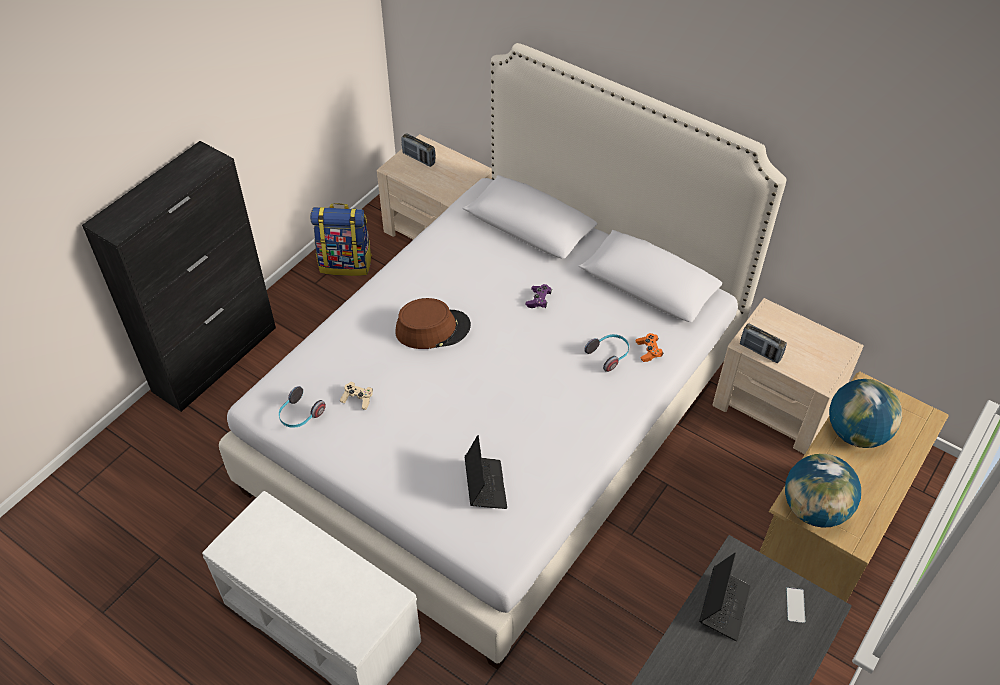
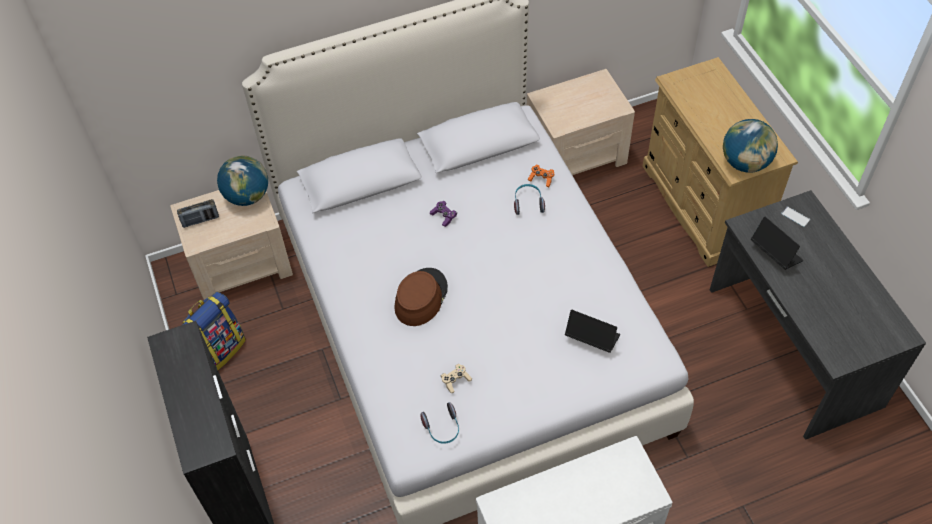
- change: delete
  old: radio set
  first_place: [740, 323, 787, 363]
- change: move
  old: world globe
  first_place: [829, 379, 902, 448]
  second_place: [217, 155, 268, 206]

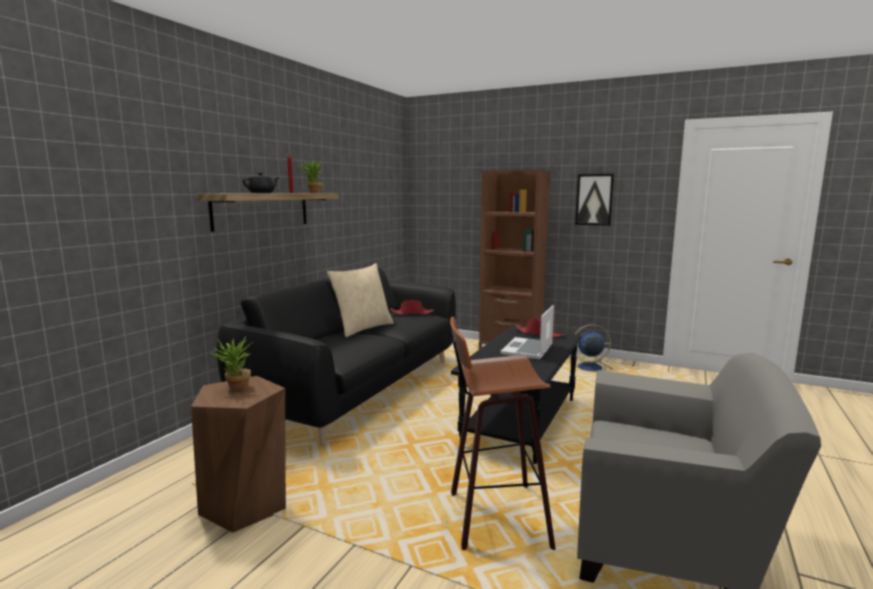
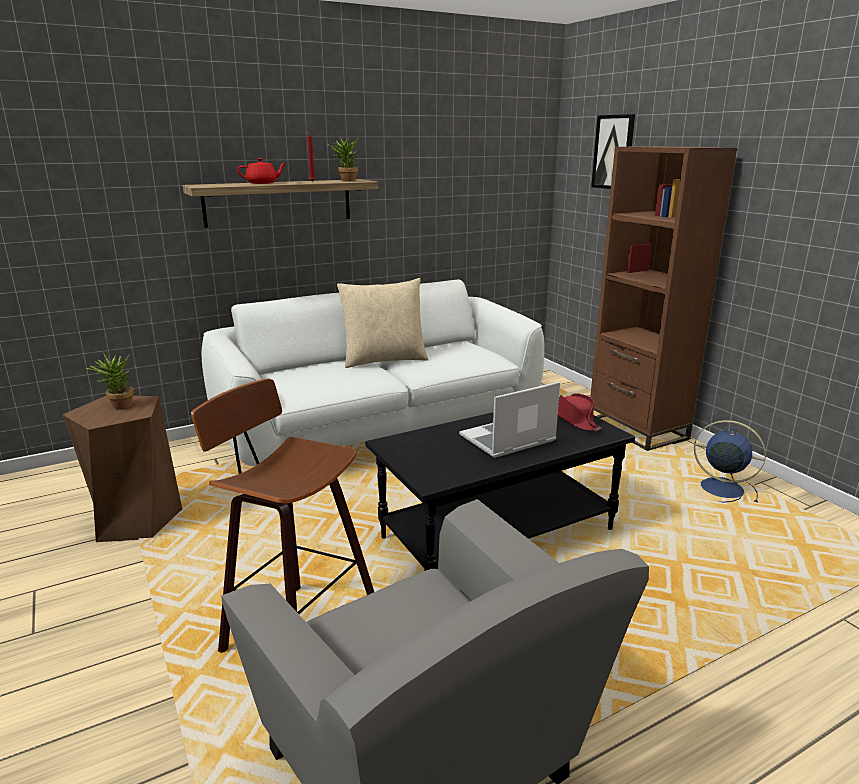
- change: recolor
  old: couch in blackish
  new: couch in white
  first_place: [217, 267, 456, 446]
  second_place: [202, 280, 544, 466]
- change: recolor
  old: tea pot in blackish
  new: tea pot in red-coloured
  first_place: [243, 172, 280, 193]
  second_place: [237, 158, 287, 184]
- change: delete
  old: hat in red-coloured
  first_place: [390, 300, 434, 315]
- change: move
  old: wall art
  first_place: [575, 174, 614, 226]
  second_place: [591, 114, 635, 189]

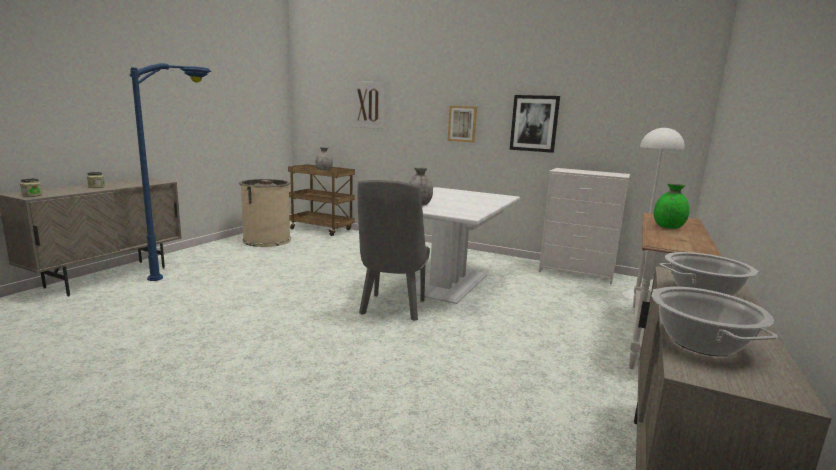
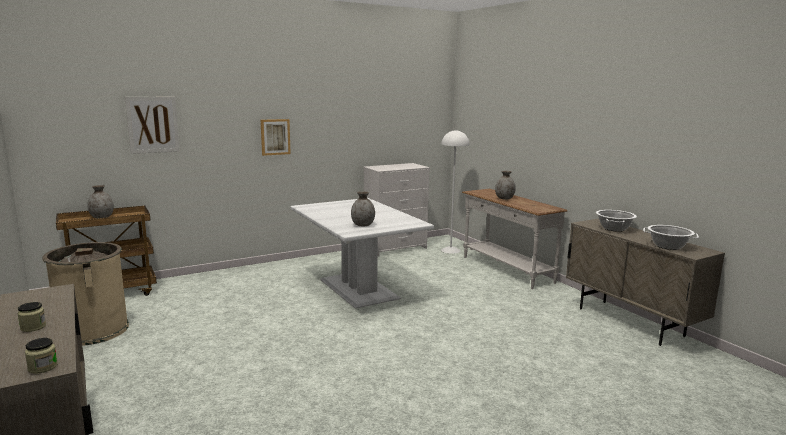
- change: delete
  old: standing lamp in blue
  first_place: [130, 63, 211, 281]
- change: delete
  old: chair in grey
  first_place: [358, 180, 430, 321]
- change: delete
  old: wall art
  first_place: [510, 95, 560, 153]
- change: recolor
  old: vase in greenish
  new: vase in grey
  first_place: [654, 183, 690, 229]
  second_place: [495, 171, 516, 200]

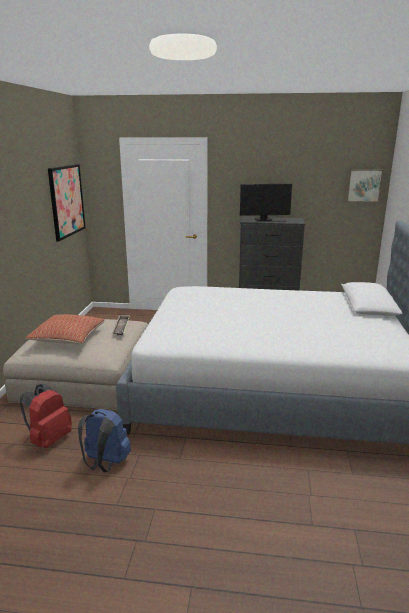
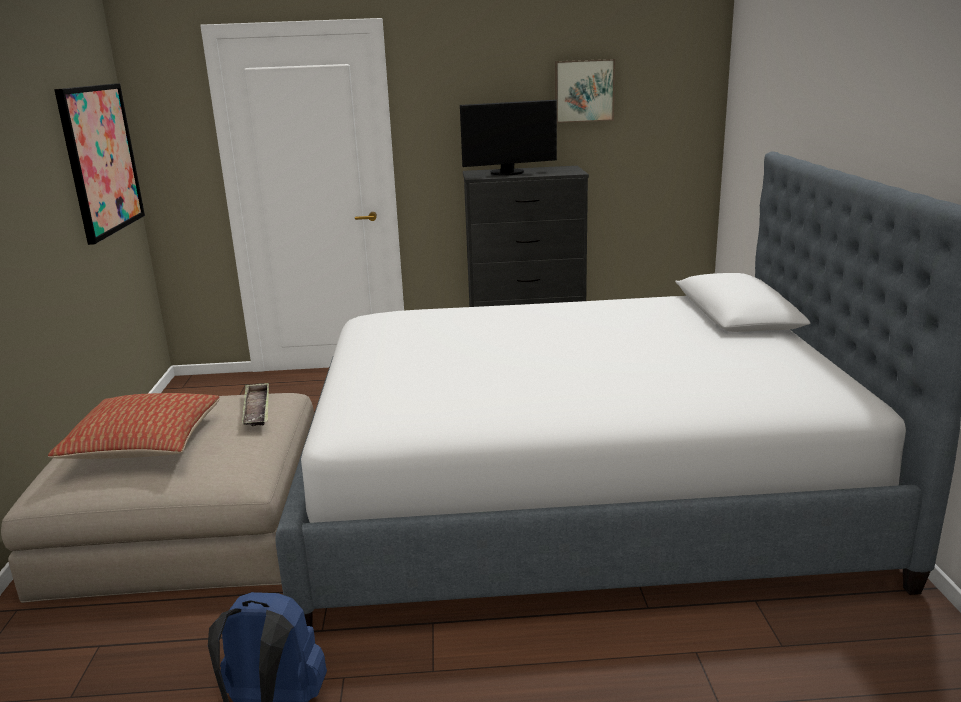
- change: delete
  old: rucksack in red-coloured
  first_place: [20, 384, 72, 448]
- change: move
  old: wall art
  first_place: [346, 169, 383, 202]
  second_place: [555, 59, 615, 123]

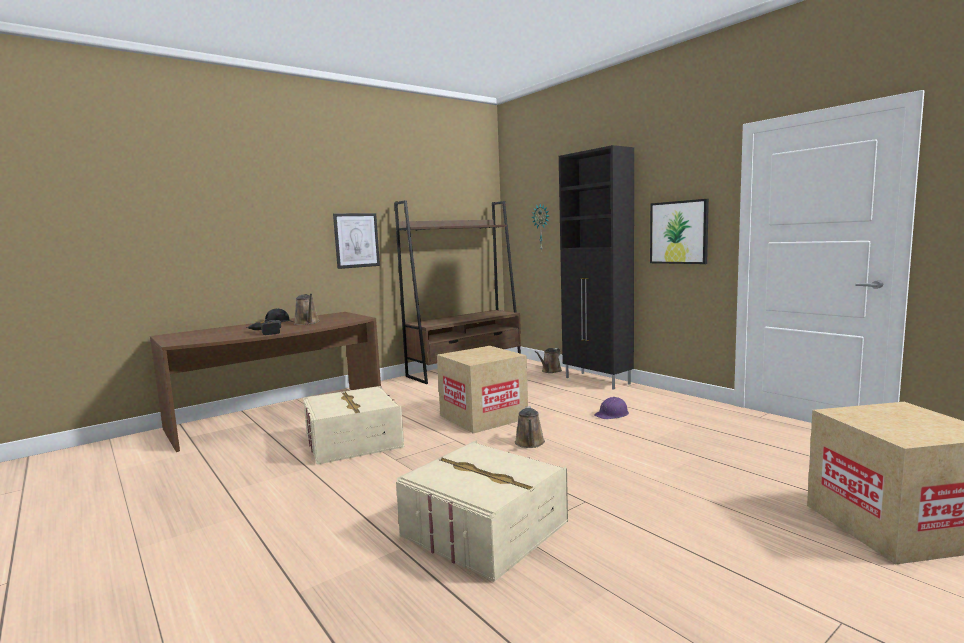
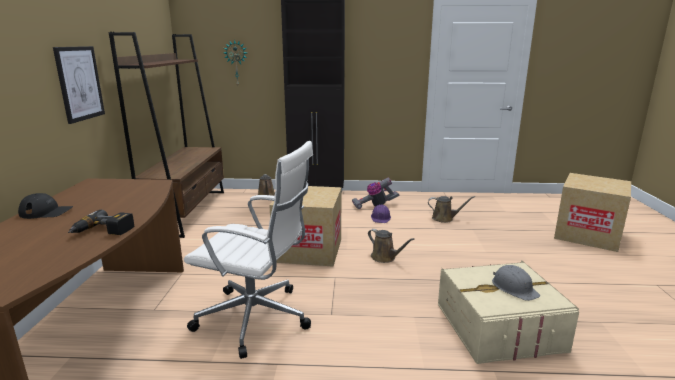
- change: move
  old: sprinkling can in brown
  first_place: [294, 294, 319, 325]
  second_place: [428, 196, 475, 223]
- change: replace
  old: storage bin in beige-coloured
  new: office chair in white
  first_place: [303, 386, 404, 464]
  second_place: [184, 141, 313, 359]
- change: delete
  old: wall art
  first_place: [650, 199, 709, 264]
- change: insert
  new: vacuum cleaner
  second_place: [352, 178, 399, 209]
- change: insert
  new: hard hat in grey
  second_place: [492, 265, 540, 301]

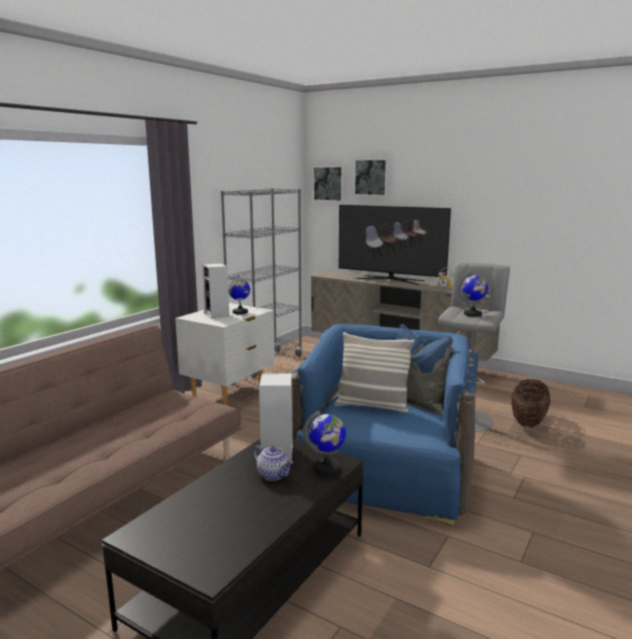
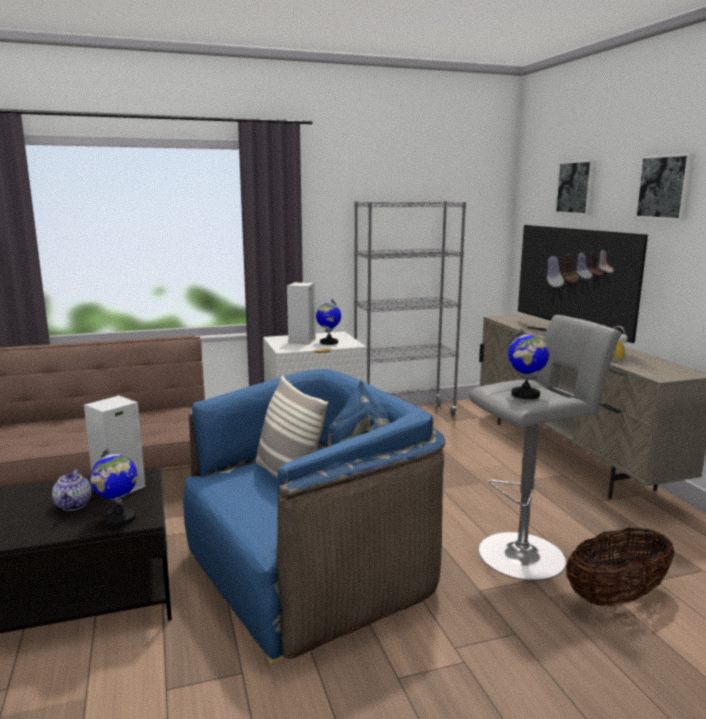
- change: move
  old: wall art
  first_place: [313, 166, 344, 202]
  second_place: [635, 153, 695, 220]

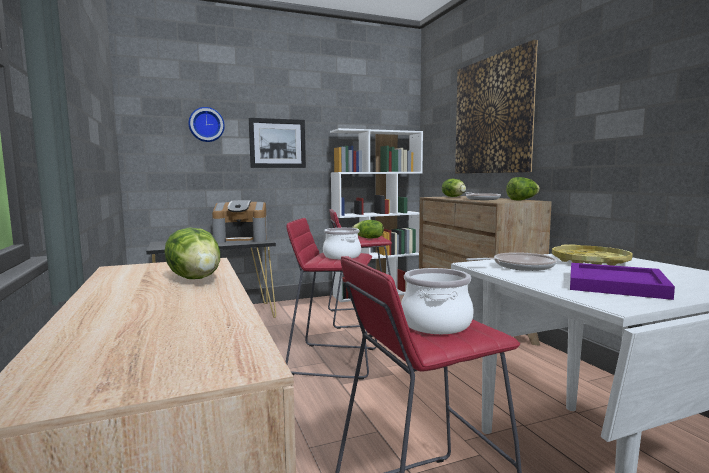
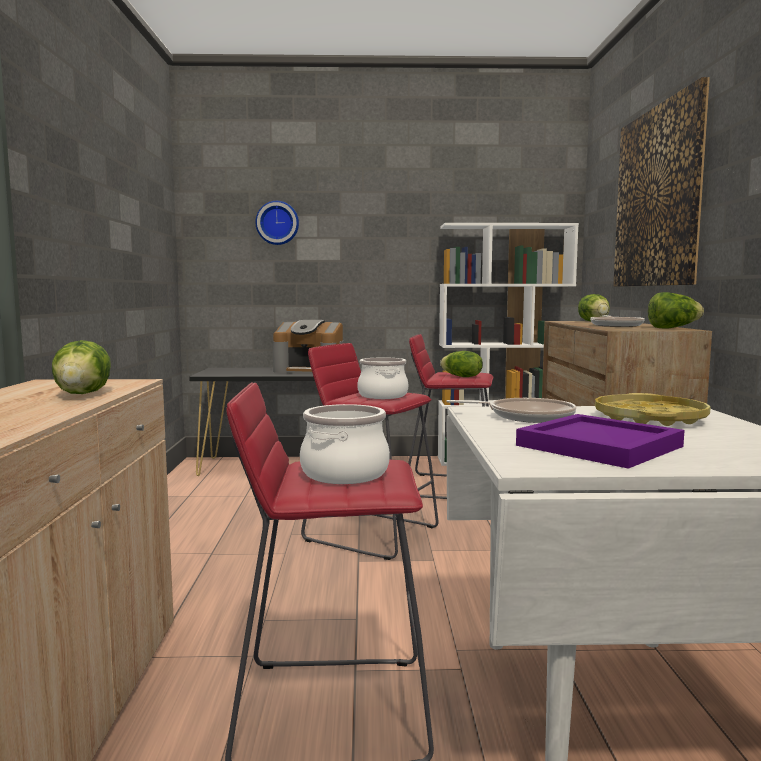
- change: delete
  old: wall art
  first_place: [249, 118, 306, 168]

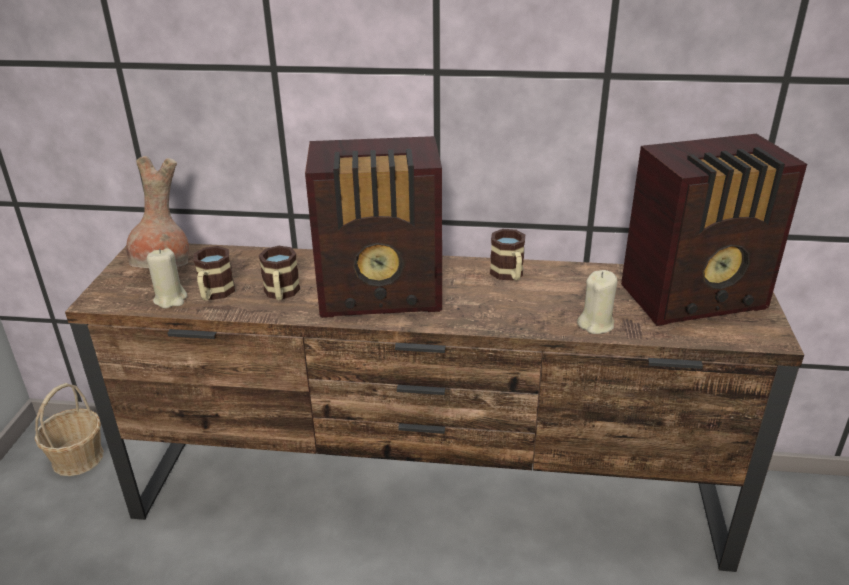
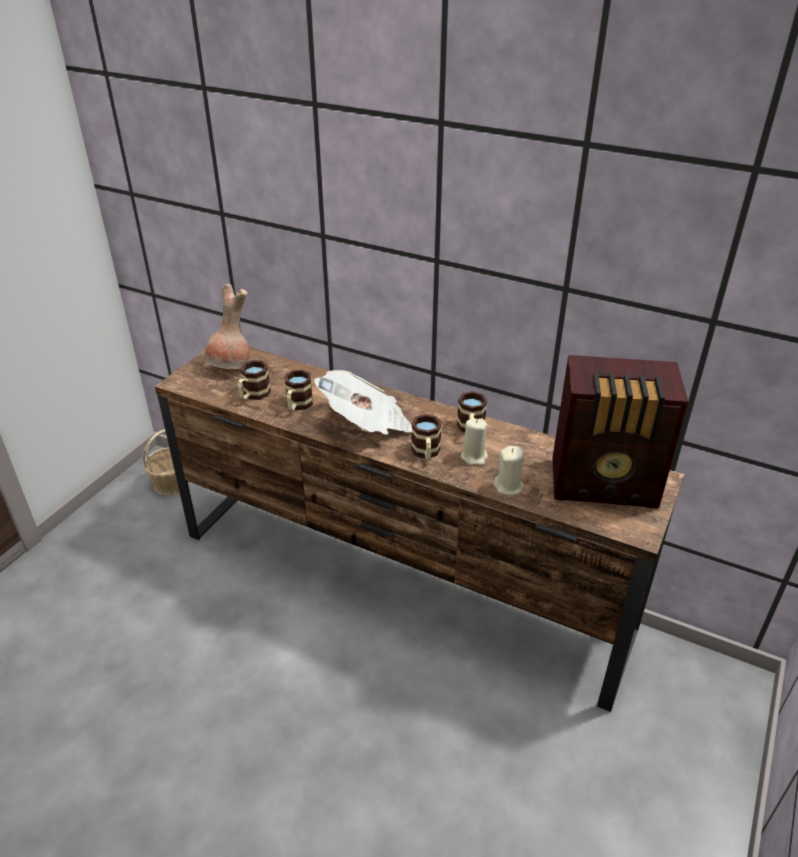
- change: move
  old: wax candle in beige-coloured
  first_place: [147, 248, 187, 308]
  second_place: [461, 418, 488, 465]
- change: replace
  old: radio set
  new: printed paper
  first_place: [305, 136, 442, 318]
  second_place: [314, 370, 412, 435]
- change: insert
  new: coffee mug
  second_place: [411, 414, 442, 461]

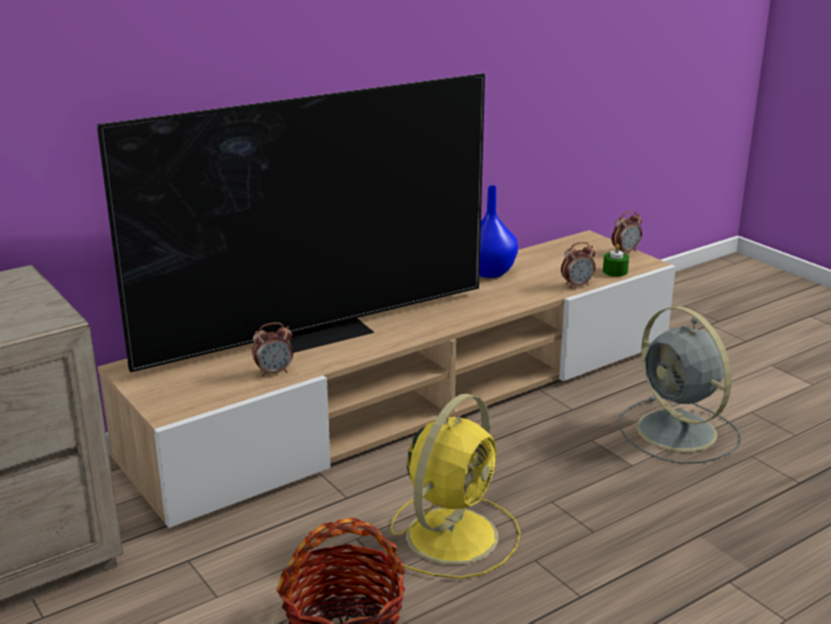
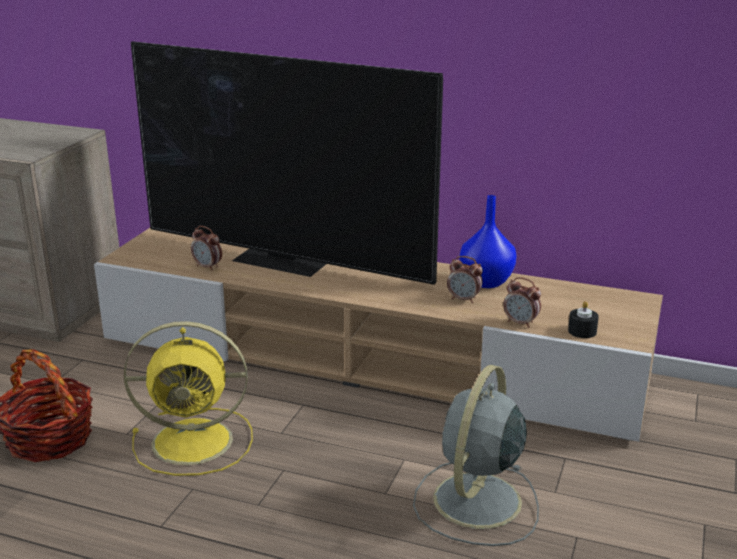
- change: recolor
  old: wax candle in greenish
  new: wax candle in blackish
  first_place: [603, 244, 629, 277]
  second_place: [568, 301, 599, 338]
- change: move
  old: bedside clock
  first_place: [612, 211, 642, 252]
  second_place: [447, 256, 483, 303]

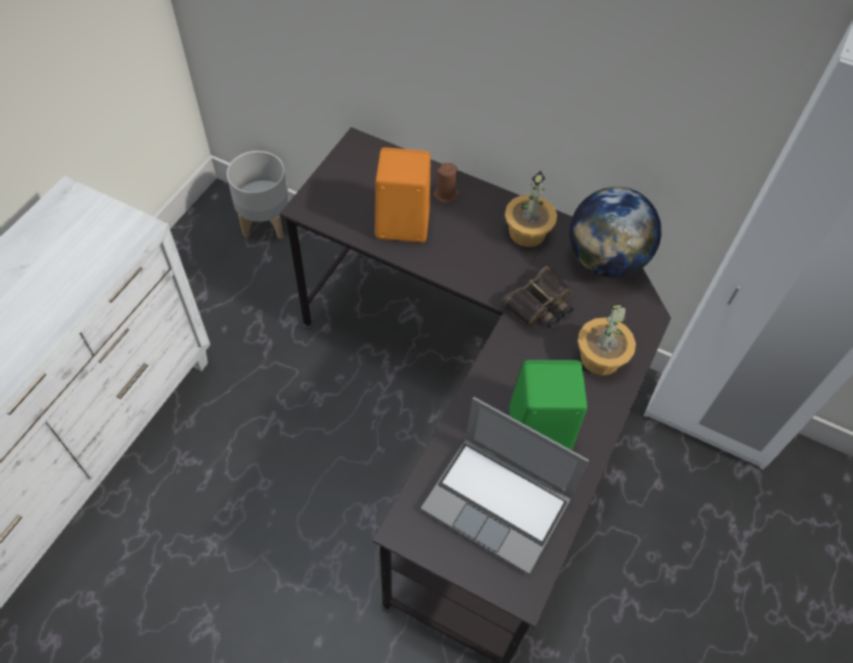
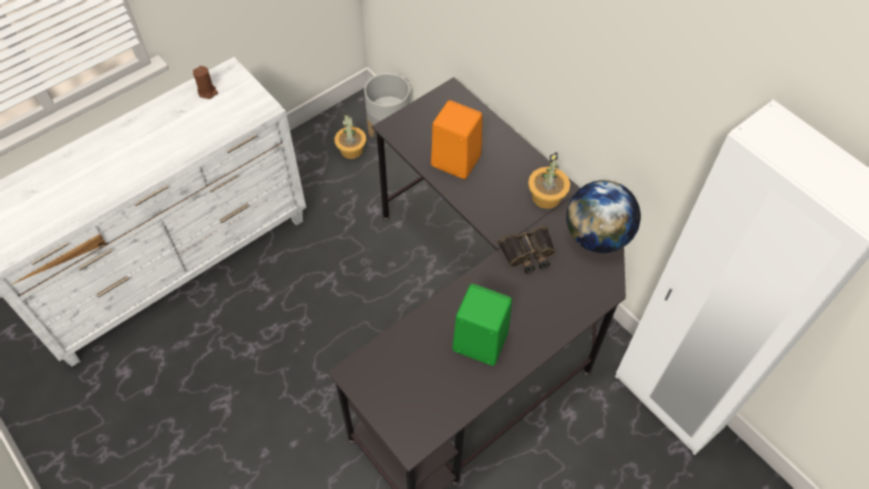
- change: delete
  old: laptop
  first_place: [421, 397, 589, 575]
- change: move
  old: wax candle in brown
  first_place: [433, 163, 459, 203]
  second_place: [193, 66, 218, 99]
- change: move
  old: plant in a pot
  first_place: [577, 304, 636, 375]
  second_place: [334, 115, 366, 159]

